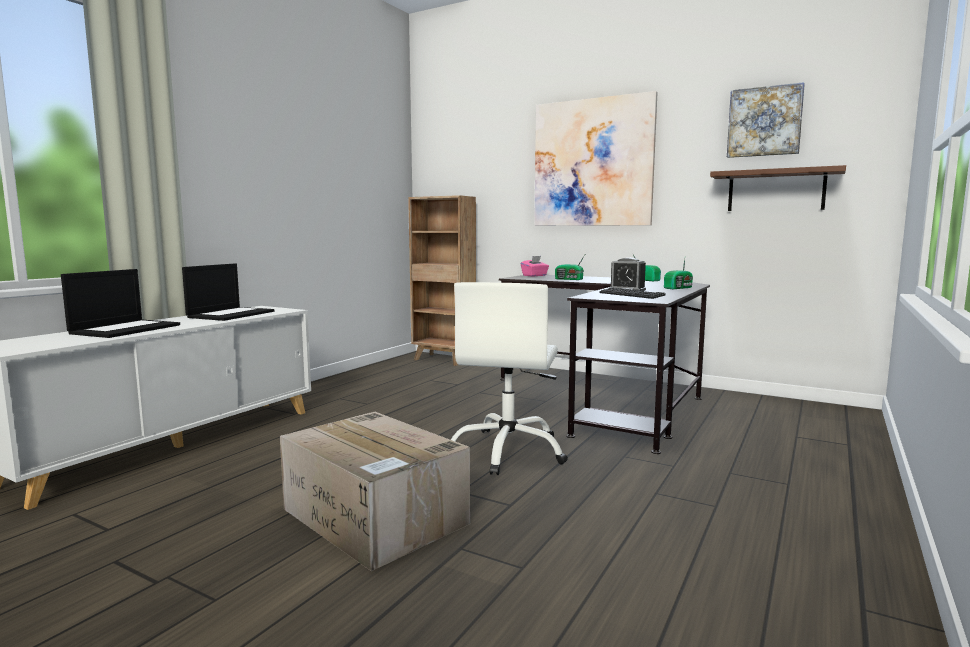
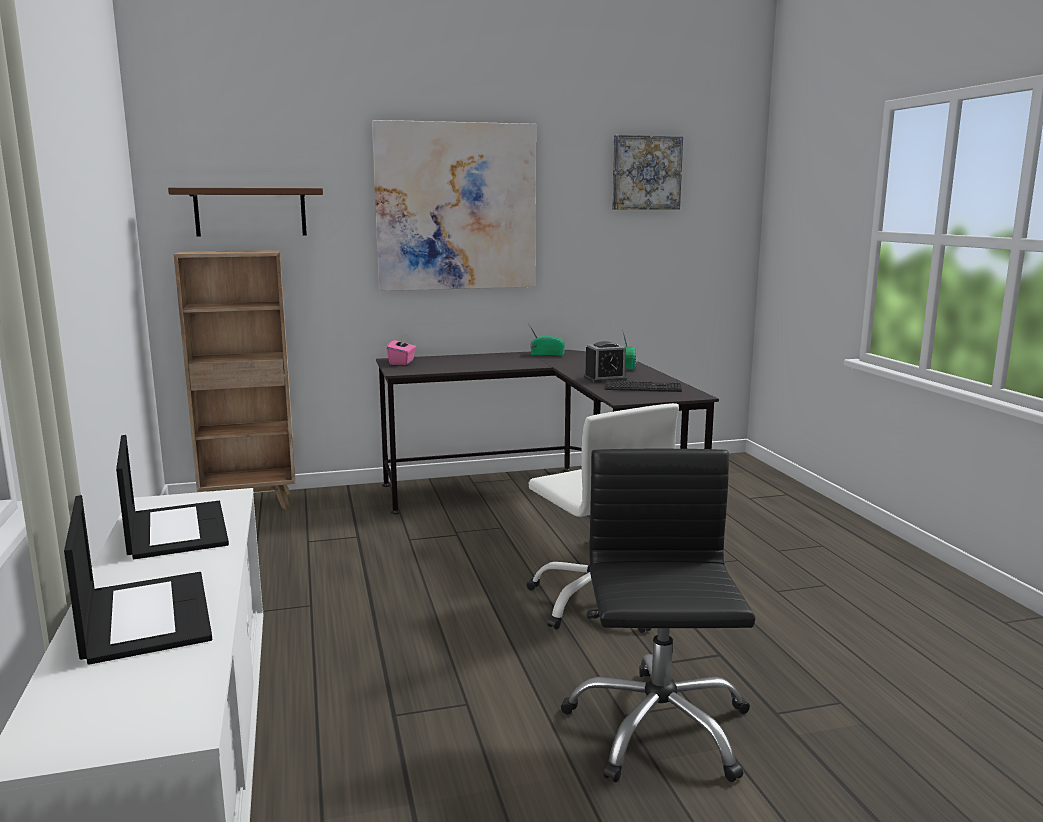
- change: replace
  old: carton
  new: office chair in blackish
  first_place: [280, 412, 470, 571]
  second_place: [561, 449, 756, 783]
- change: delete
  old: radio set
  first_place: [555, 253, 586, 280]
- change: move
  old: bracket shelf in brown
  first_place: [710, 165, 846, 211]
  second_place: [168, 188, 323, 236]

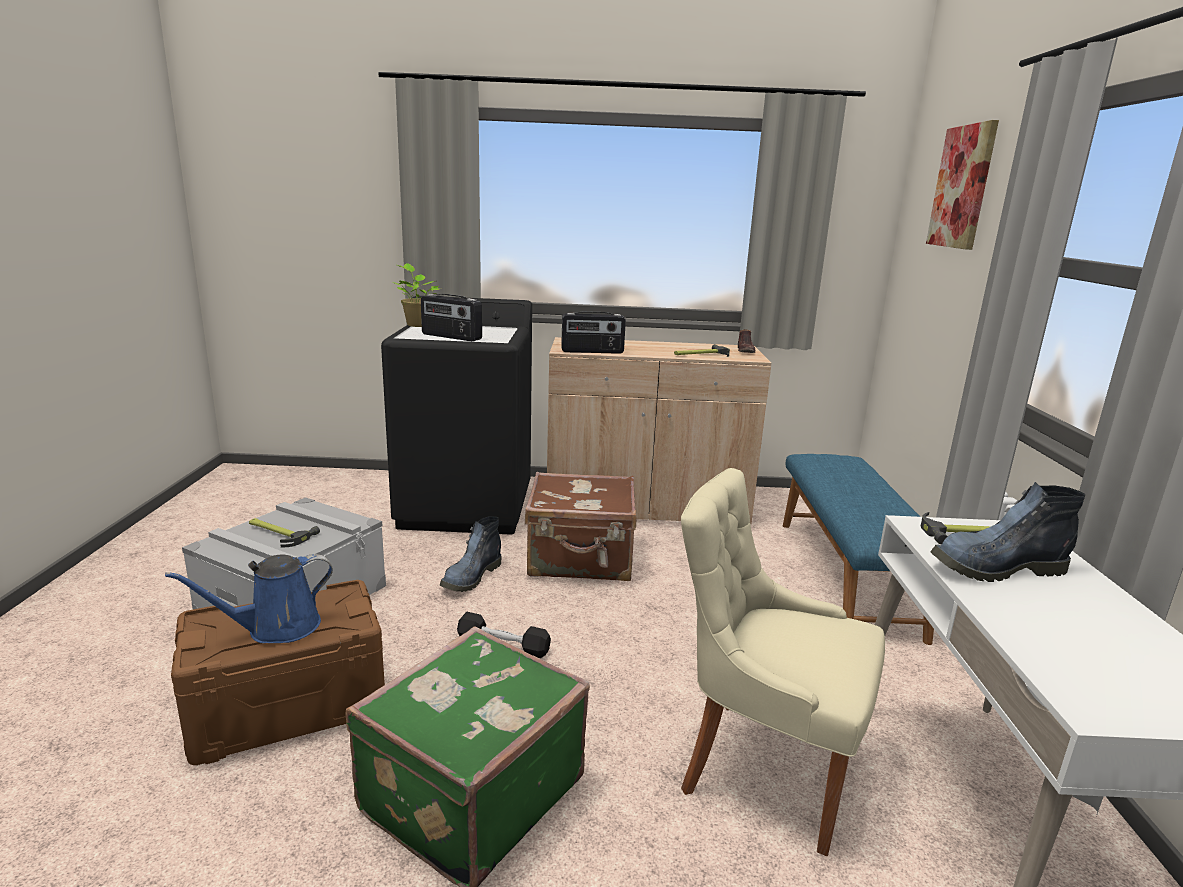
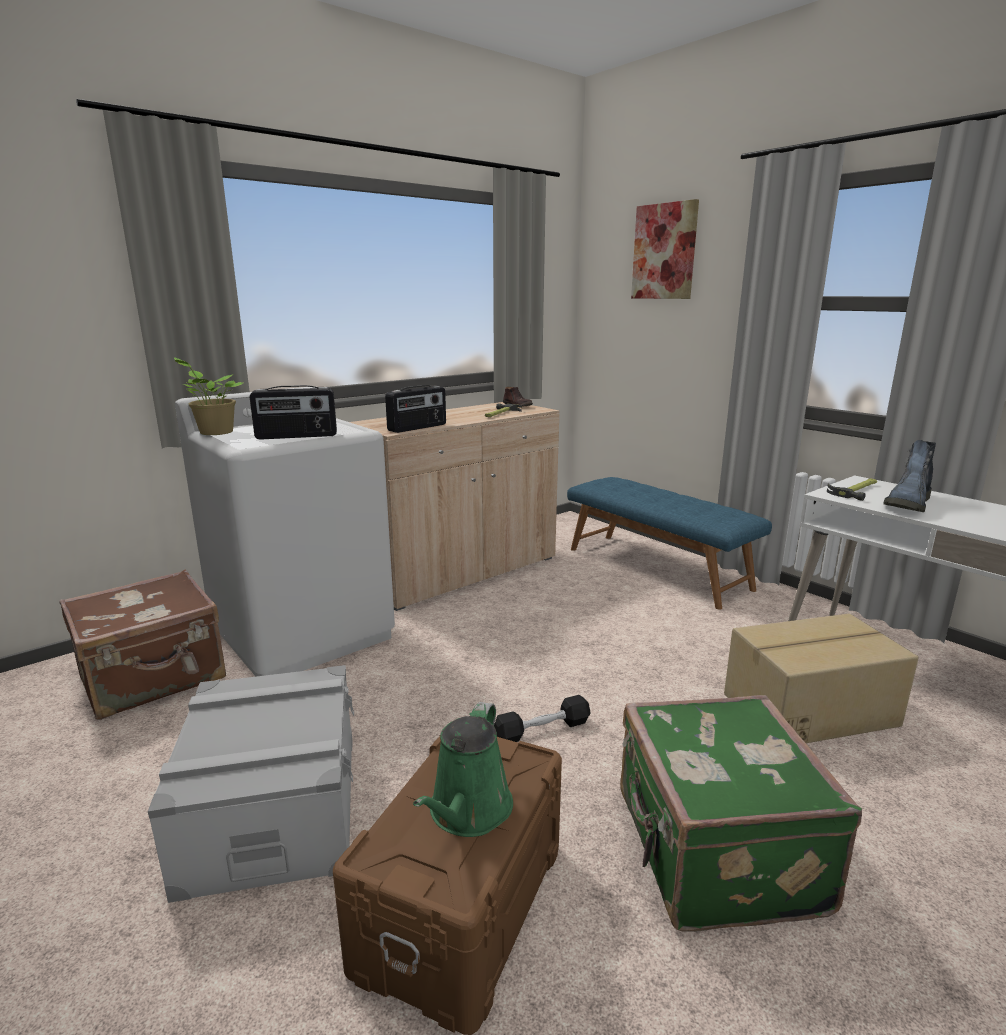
- change: recolor
  old: sprinkling can in blue
  new: sprinkling can in greenish
  first_place: [165, 554, 333, 643]
  second_place: [413, 702, 513, 837]
- change: delete
  old: tool hammer
  first_place: [249, 518, 320, 547]
- change: recolor
  old: washing machine in blackish
  new: washing machine in white
  first_place: [381, 296, 532, 534]
  second_place: [175, 387, 395, 677]
- change: delete
  old: high-top boot
  first_place: [440, 516, 501, 592]
- change: move
  old: travel case in brown
  first_place: [525, 472, 636, 581]
  second_place: [59, 570, 226, 720]
- change: replace
  old: chair in beige-coloured
  new: carton
  first_place: [681, 468, 885, 856]
  second_place: [724, 614, 919, 743]

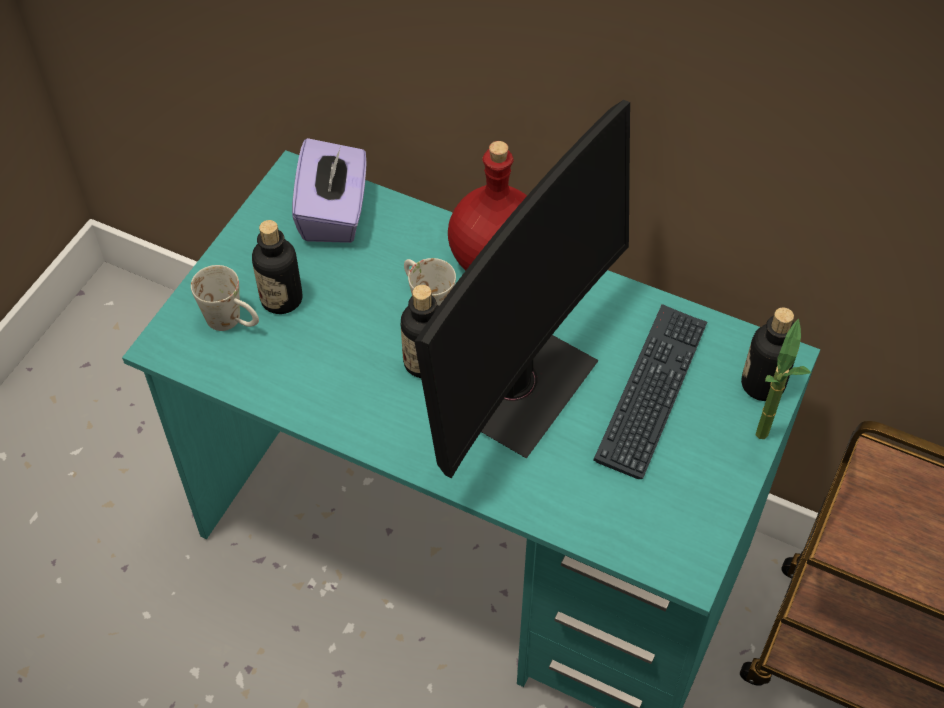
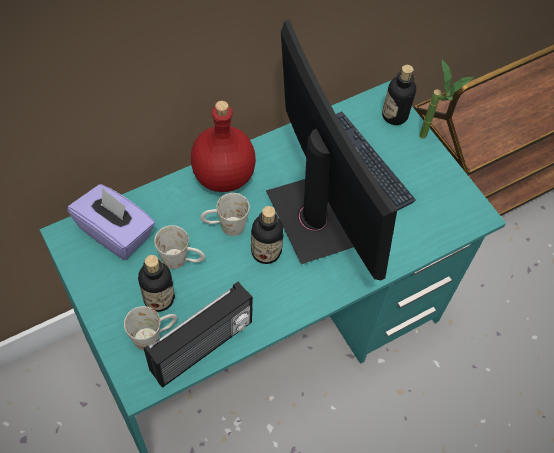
- change: insert
  new: radio set
  second_place: [144, 282, 253, 388]
- change: insert
  new: coffee mug in white
  second_place: [154, 225, 205, 269]

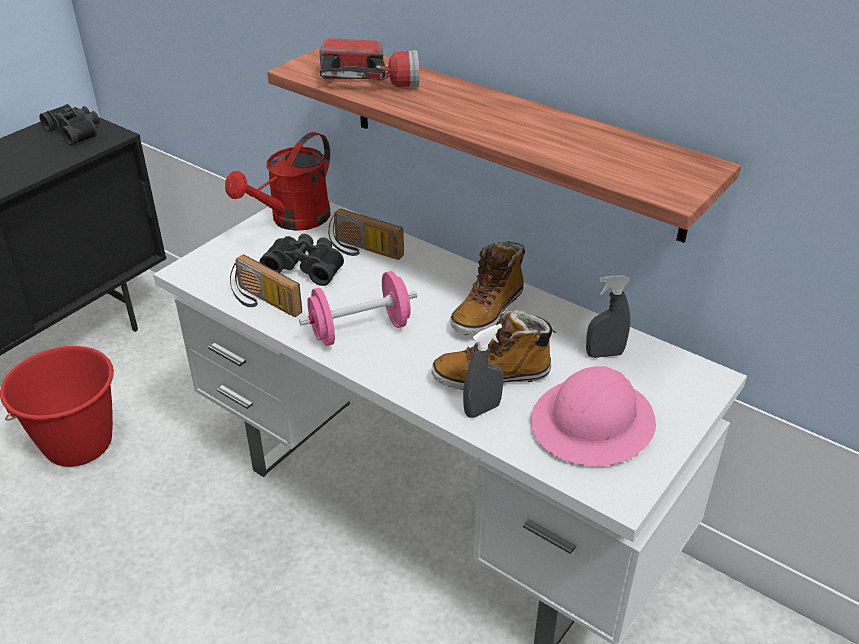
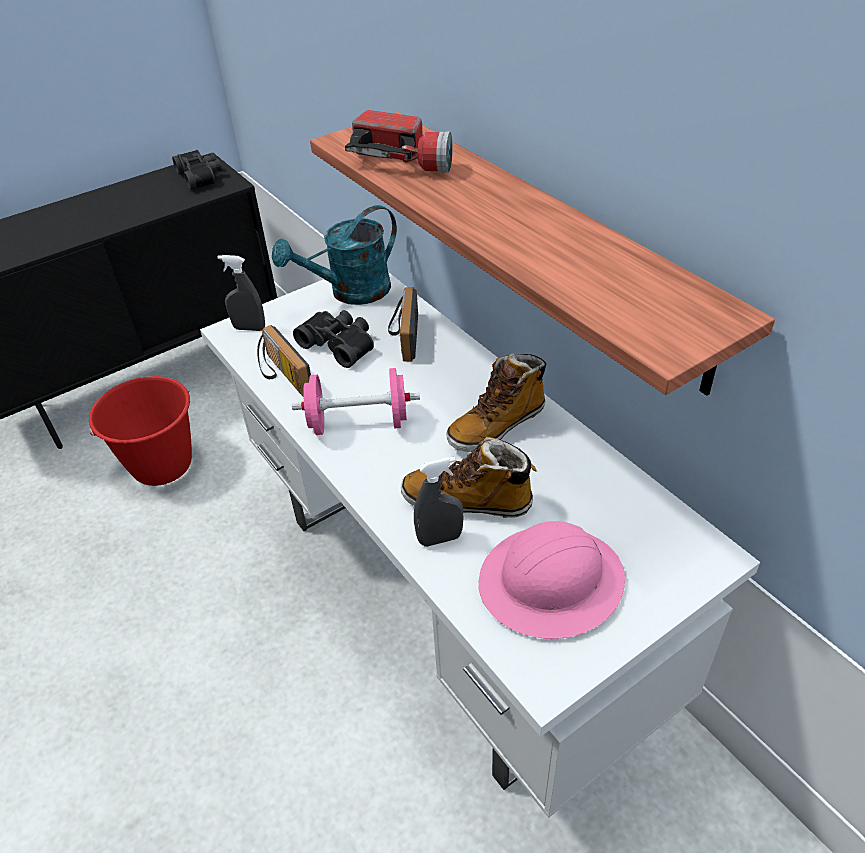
- change: recolor
  old: sprinkling can in red-coloured
  new: sprinkling can in turquoise-coloured
  first_place: [225, 132, 331, 231]
  second_place: [272, 205, 397, 305]
- change: rotate
  old: radio set
  first_place: [328, 208, 404, 260]
  second_place: [388, 287, 418, 362]
  degrees: 45
- change: move
  old: spray bottle in grey
  first_place: [586, 275, 630, 358]
  second_place: [217, 255, 265, 331]

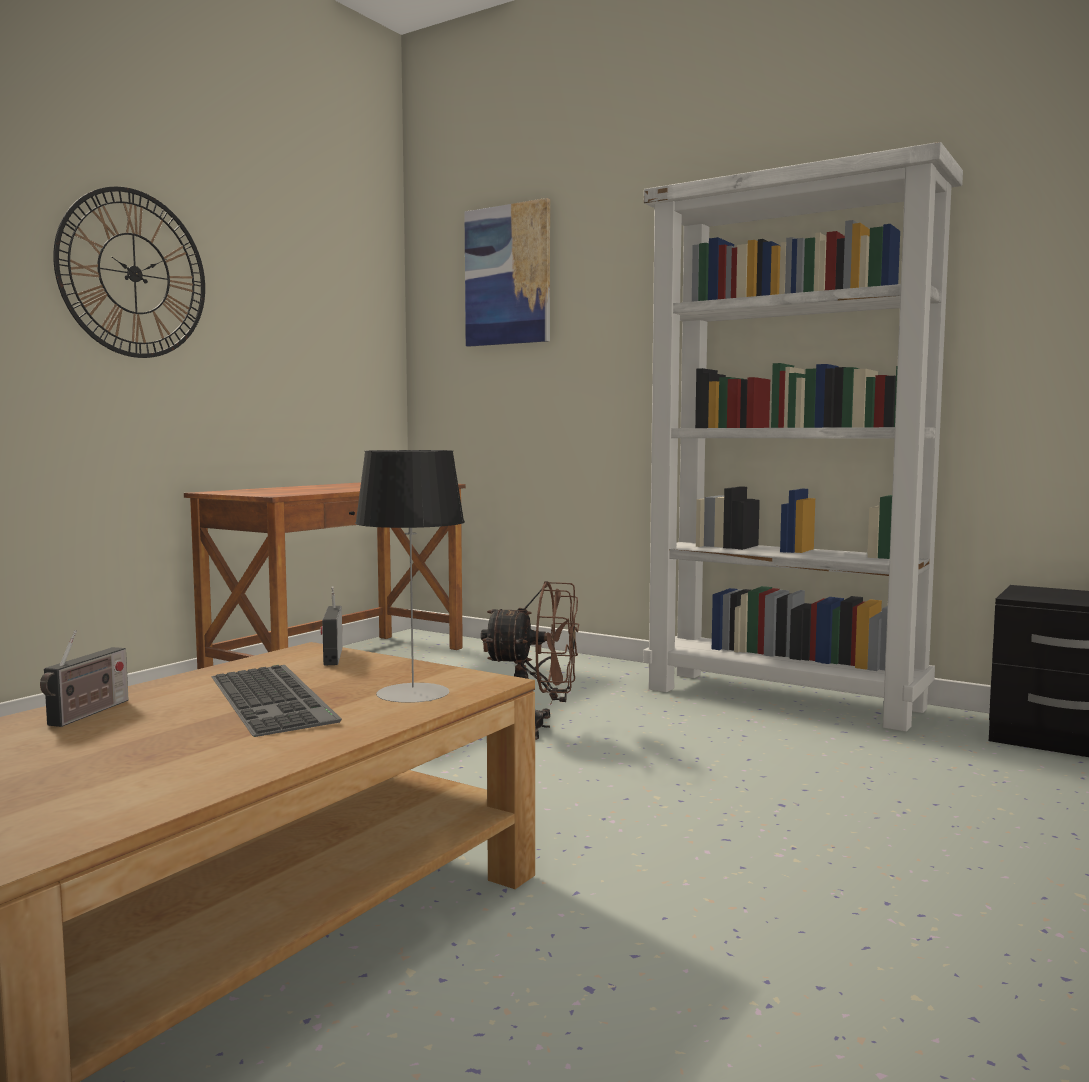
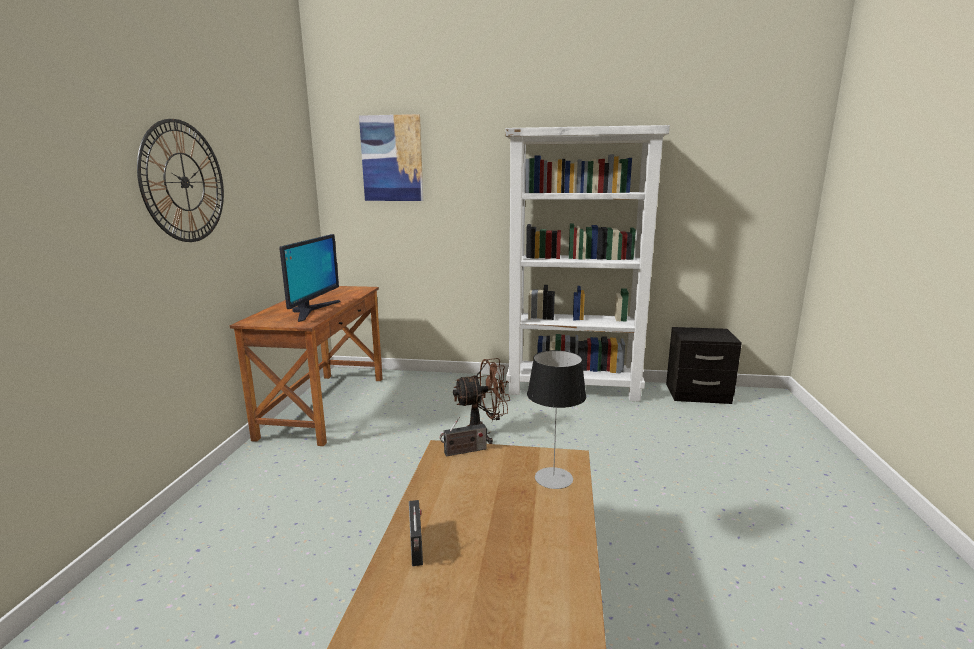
- change: delete
  old: PC keyboard
  first_place: [211, 665, 342, 737]
- change: rotate
  old: radio set
  first_place: [321, 586, 343, 666]
  second_place: [440, 417, 486, 457]
  degrees: -75
- change: insert
  new: computer display
  second_place: [279, 234, 340, 322]

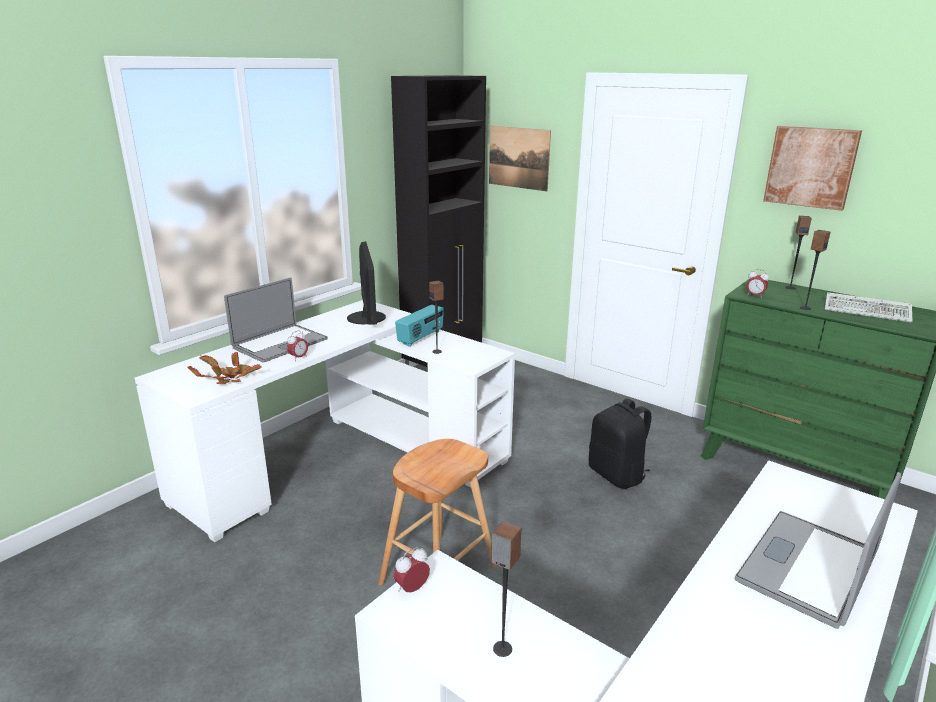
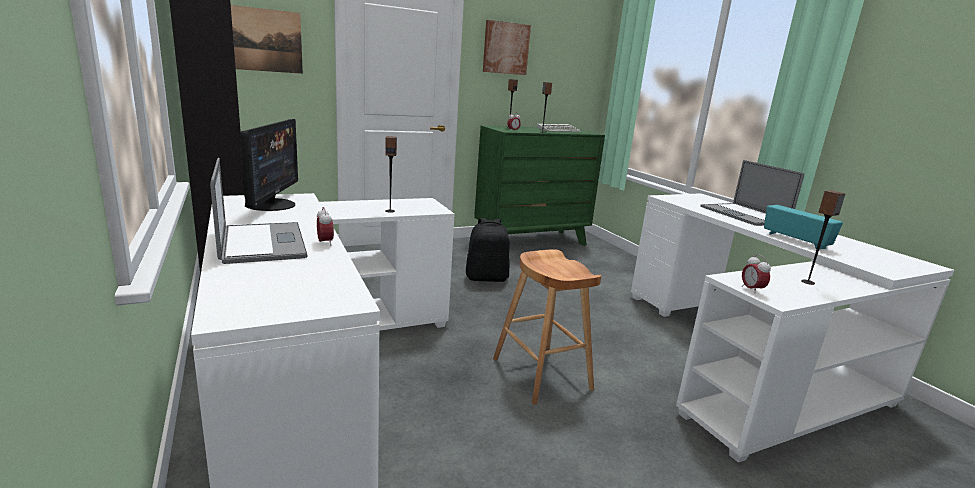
- change: delete
  old: plant in a pot
  first_place: [187, 352, 262, 384]
- change: rotate
  old: computer display
  first_place: [347, 241, 386, 325]
  second_place: [240, 119, 298, 211]
  degrees: 75
- change: move
  old: radio set
  first_place: [395, 305, 444, 347]
  second_place: [764, 205, 843, 249]

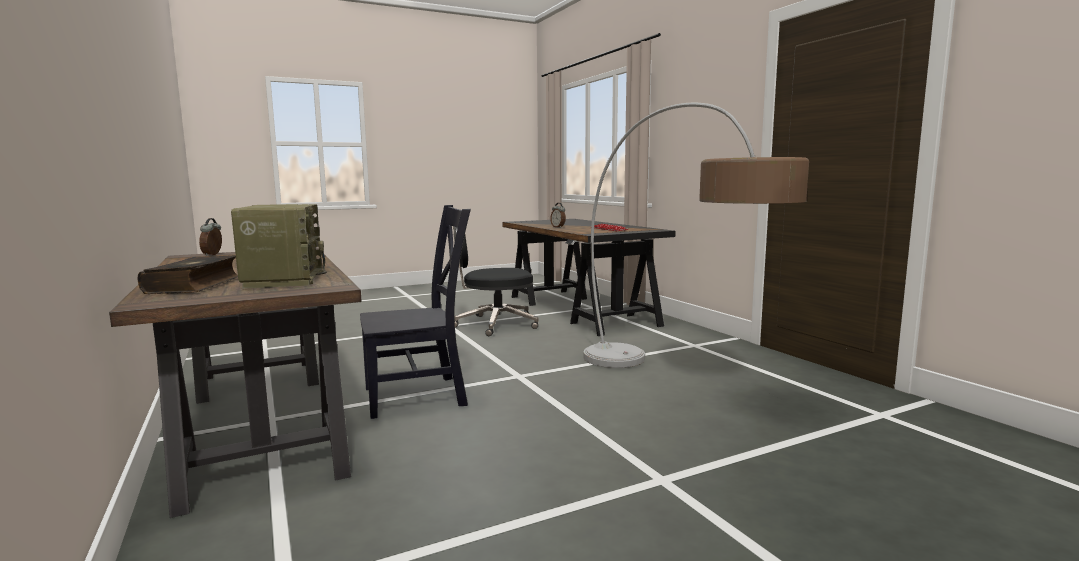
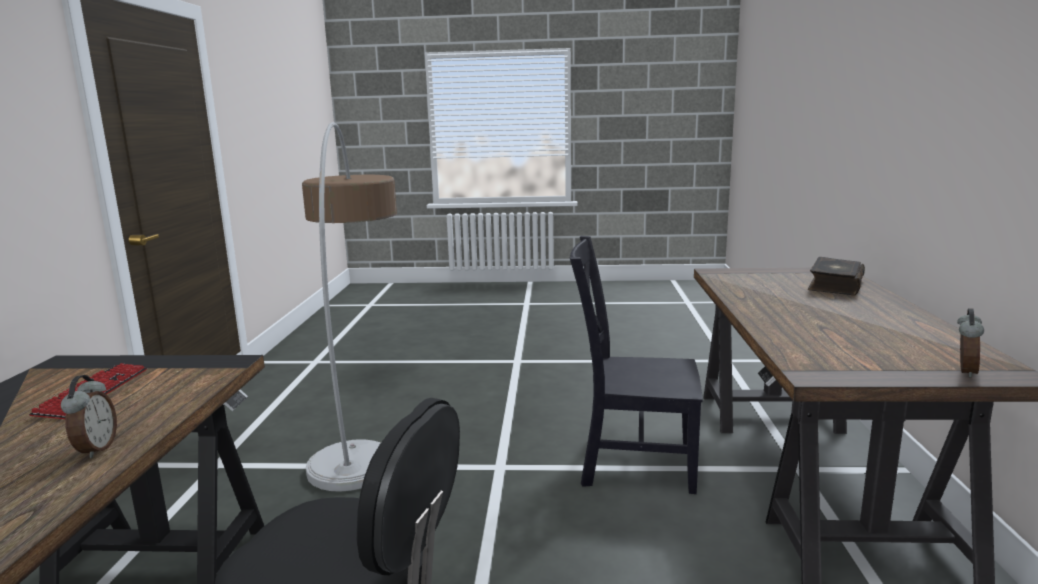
- change: delete
  old: radio set
  first_place: [231, 204, 327, 289]

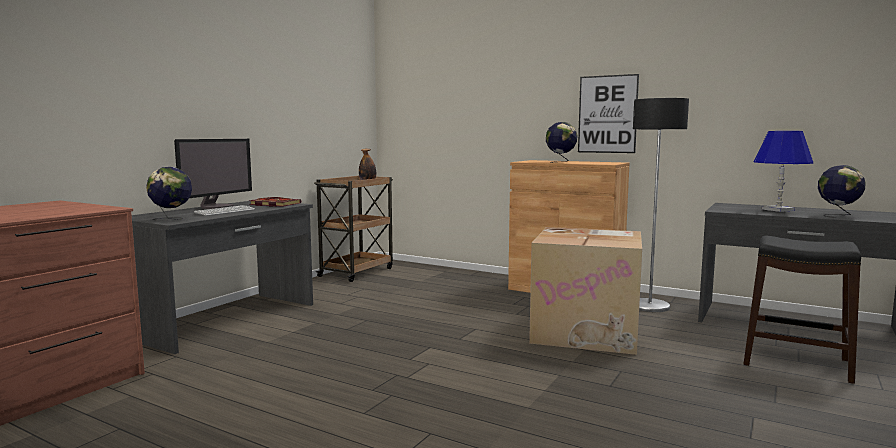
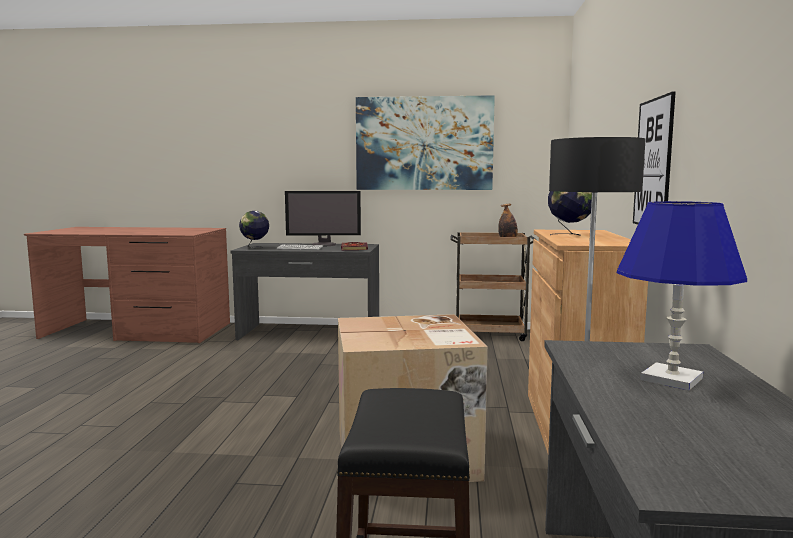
- change: delete
  old: world globe
  first_place: [818, 165, 865, 218]
- change: insert
  new: wall art
  second_place: [356, 95, 495, 190]

